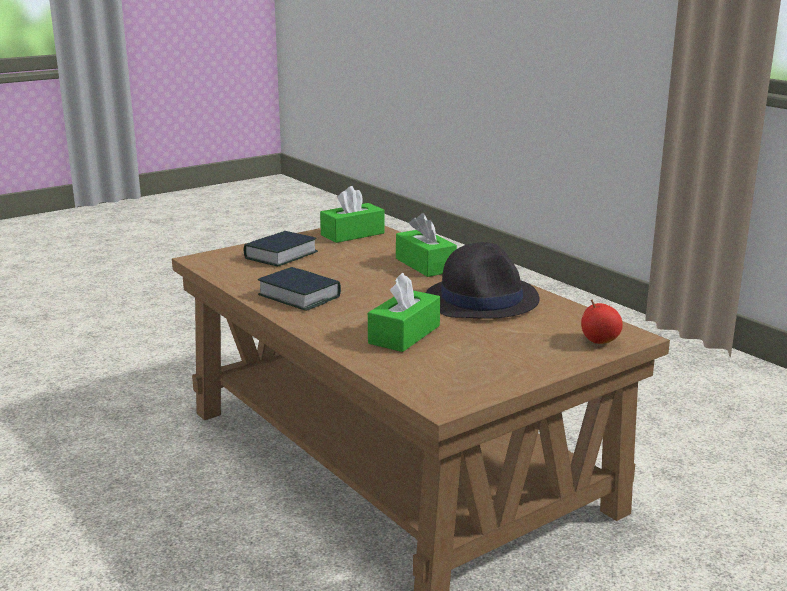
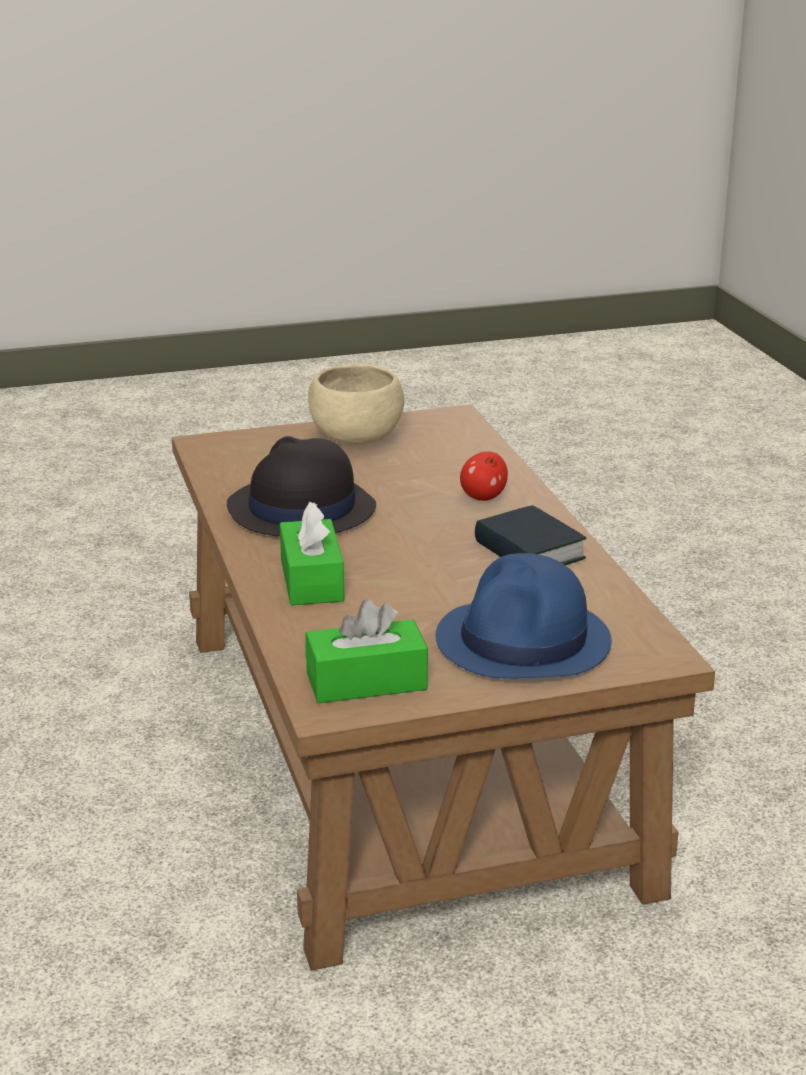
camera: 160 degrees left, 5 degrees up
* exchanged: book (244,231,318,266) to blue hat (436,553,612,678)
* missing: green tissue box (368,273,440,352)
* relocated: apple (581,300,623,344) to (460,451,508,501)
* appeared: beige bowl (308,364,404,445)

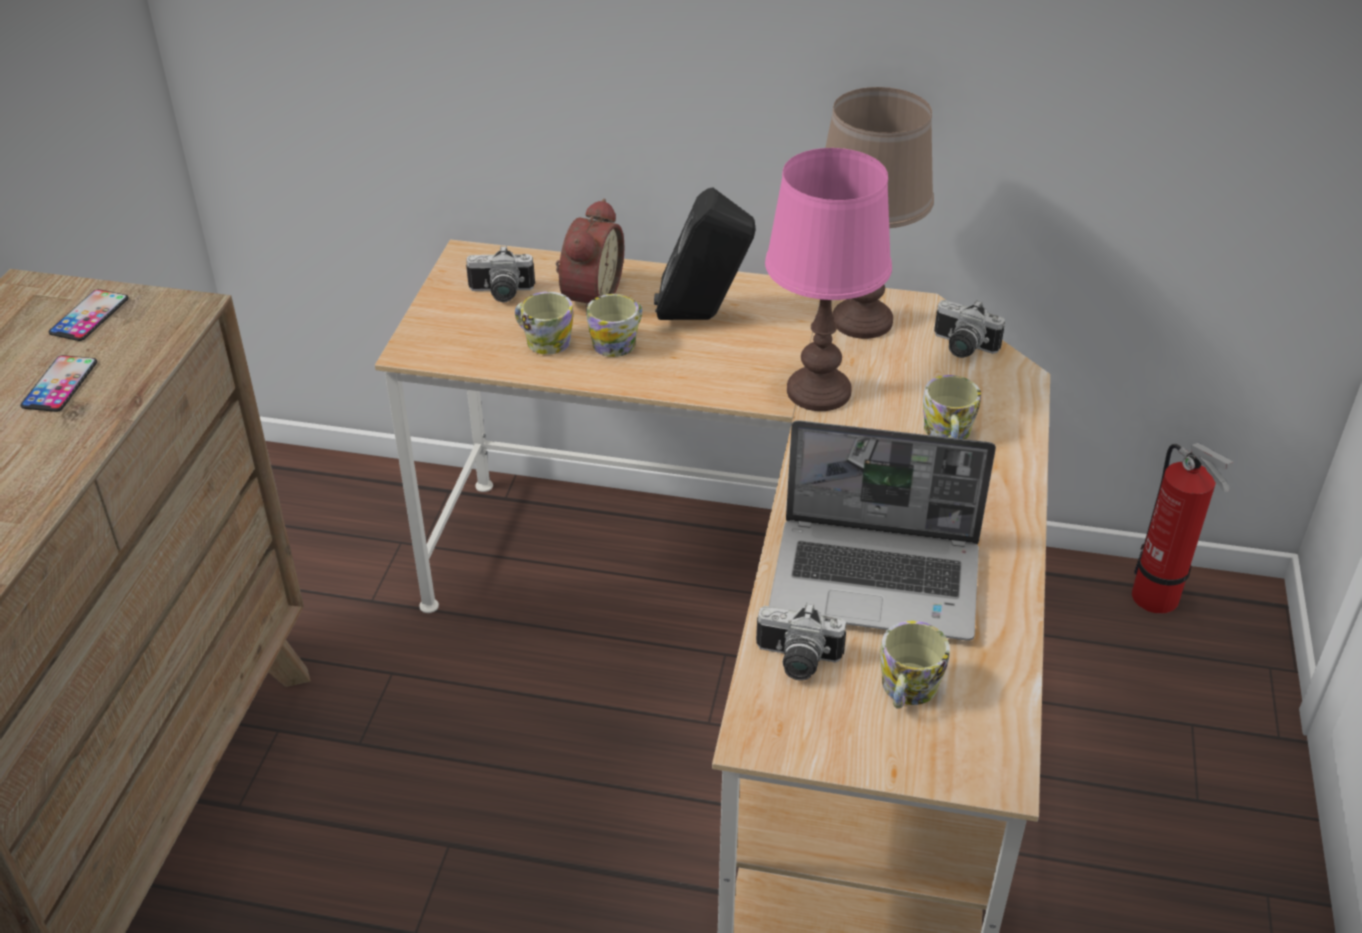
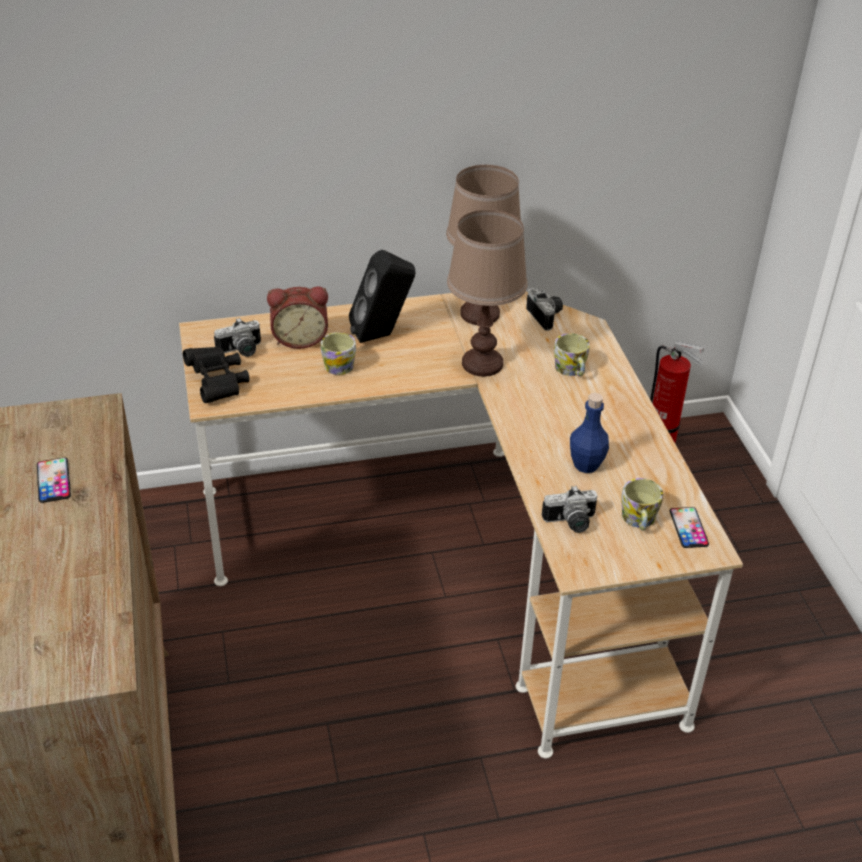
camera: 25 degrees left, 0 degrees up
* colour: pink table lamp (765,148,892,411) to brown table lamp (447,209,527,377)
* spun: alarm clock (556,199,624,315) = (267,287,328,349) 90 degrees clockwise
* relocated: phone (49,289,129,341) to (670,507,709,548)
* missing: mug (515,292,573,355)
* spun: photo camera (934,300,1005,358) = (526,288,563,331) 120 degrees counterclockwise
* exchanged: laptop (769,420,996,641) to blue bottle (570,393,609,473)
* appeared: black binoculars (183,346,250,403)

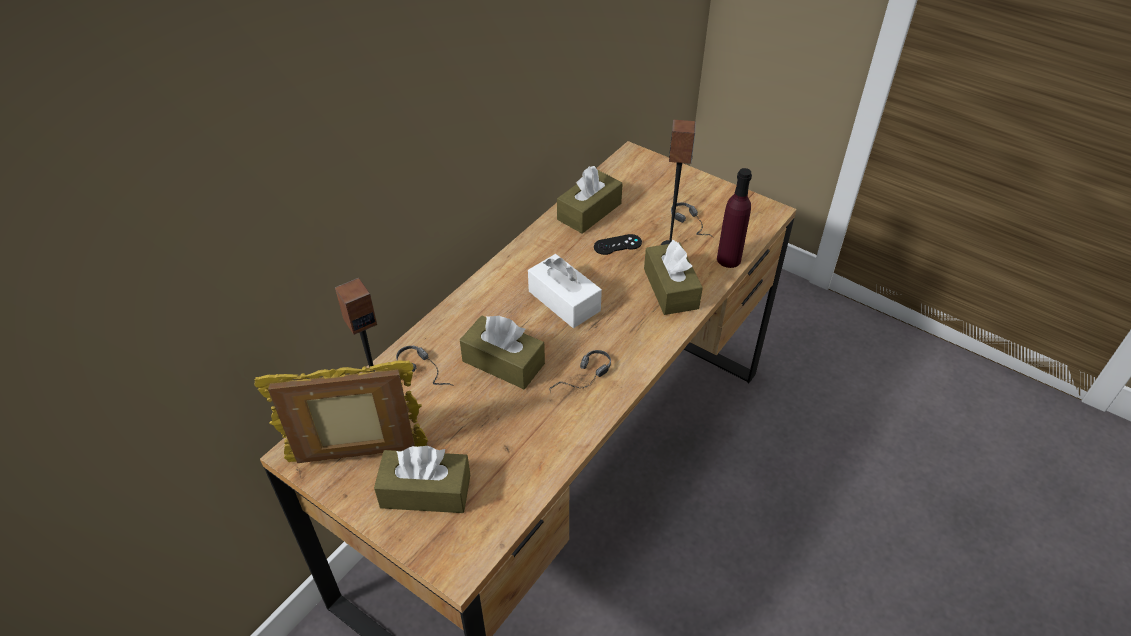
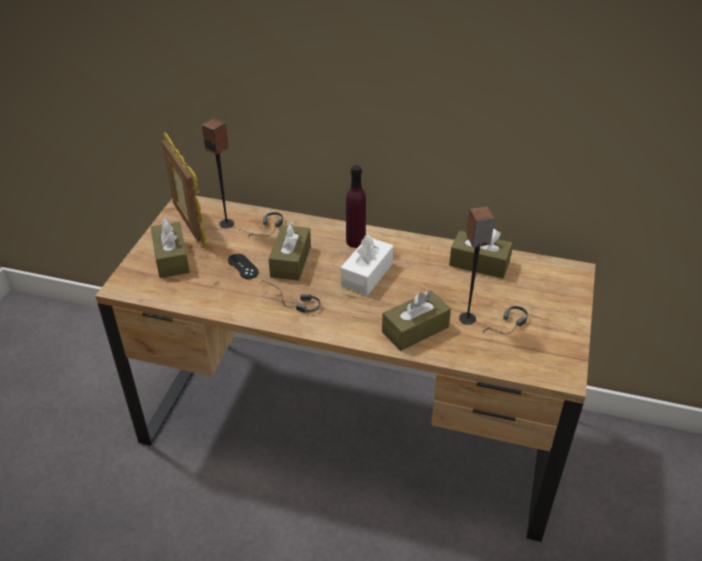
camera: 70 degrees right, 5 degrees down
* relocated: purple bottle (717,168,752,268) to (346,165,366,248)
* relocated: black game controller (594,234,642,255) to (228,254,259,279)

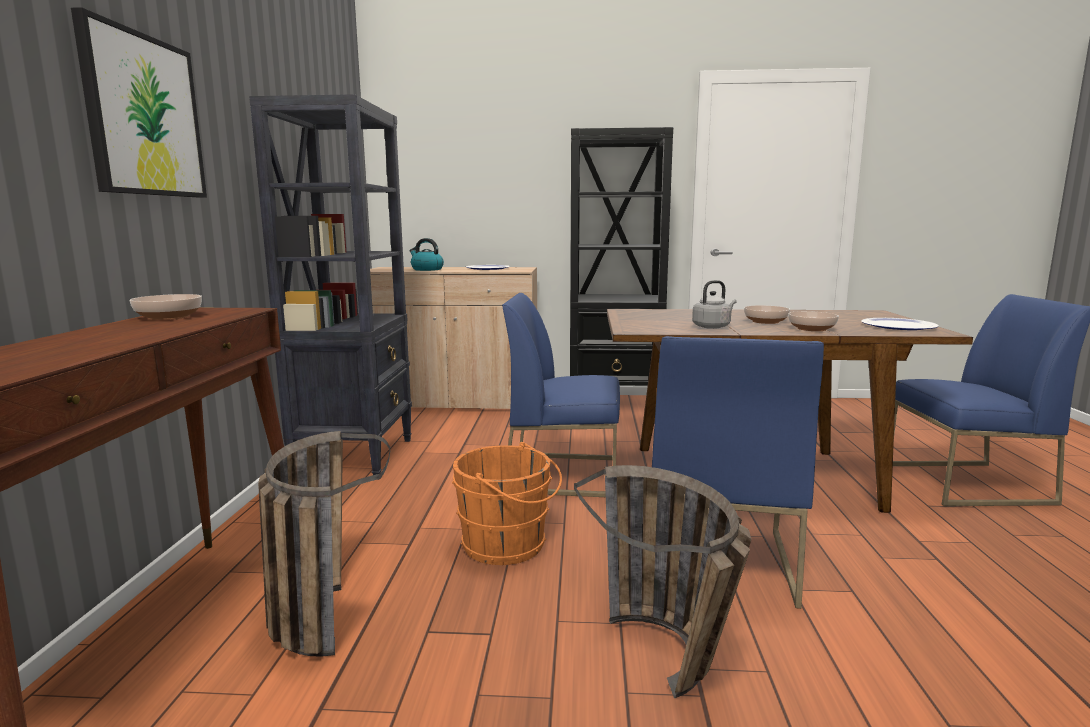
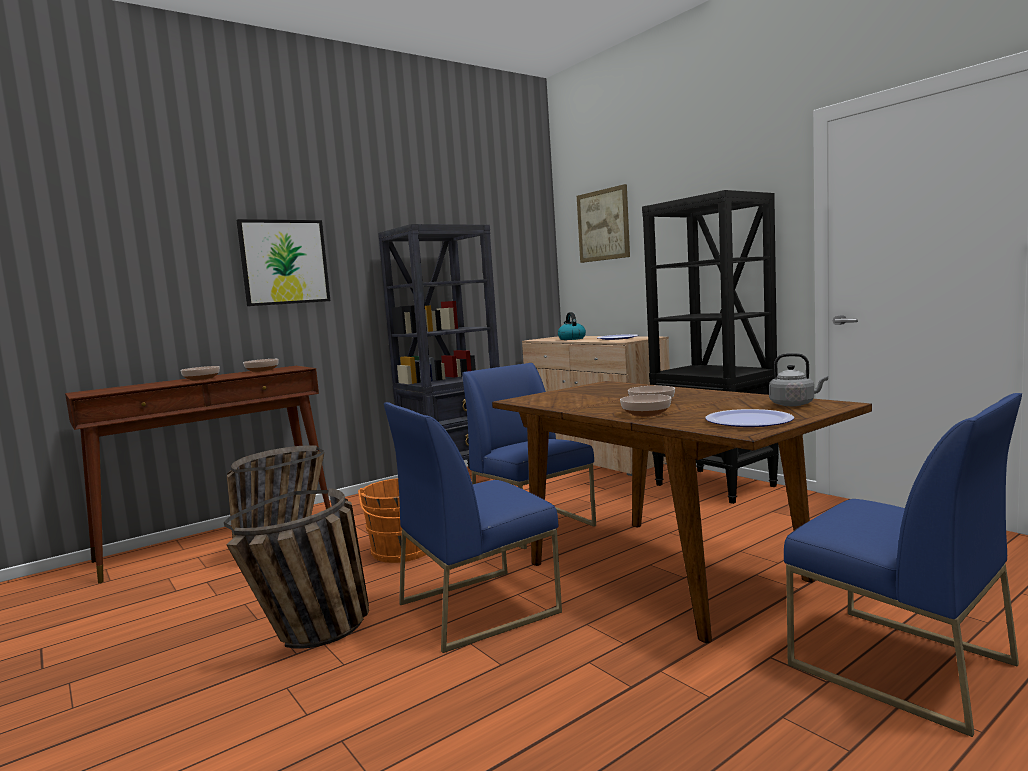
camera: 50 degrees right, 5 degrees down
* relocated: grey kettle (692,280,737,329) to (769,353,828,406)
* appeared: picture (577,184,630,263)
* appeared: bowl (181,366,220,381)

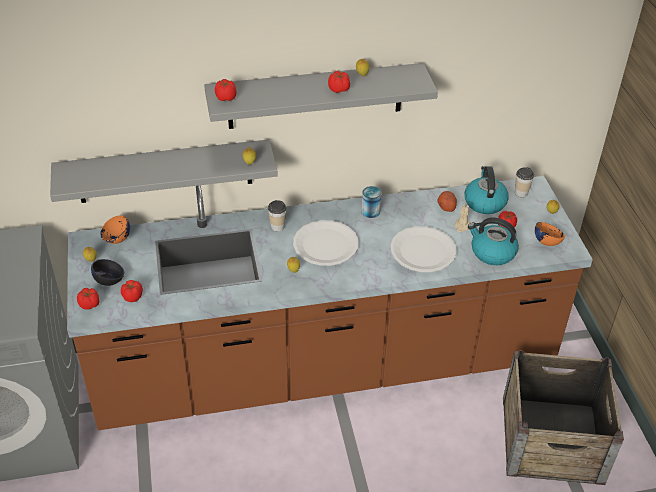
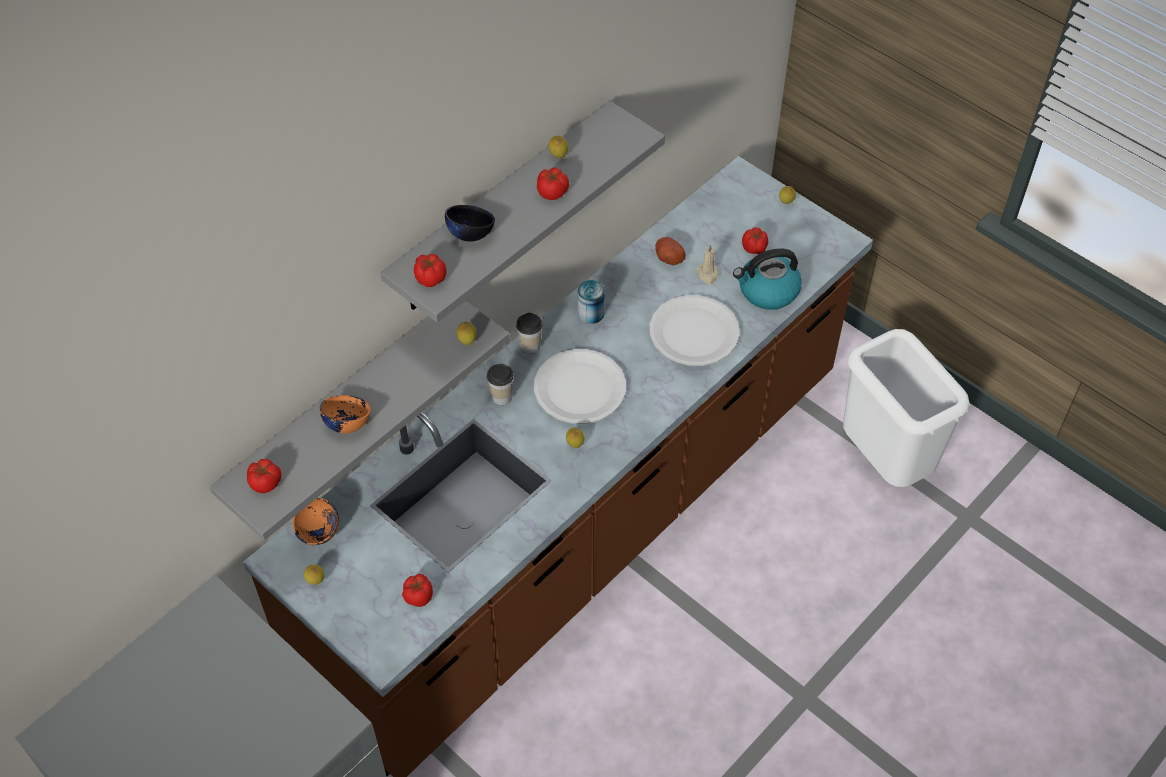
camera: 35 degrees left, 10 degrees up
* missing: kettle (465,166,509,214)
* relocated: cup (515,167,534,197) to (516,313,542,354)
* relocated: orange bowl (535,222,565,246) to (320,395,371,433)
* relocated: black bowl (91,259,124,286) to (445,205,495,242)
* relocated: tomato (77,288,99,310) to (247,459,282,493)
* exchanged: crate (503,350,624,485) to white trash can (843,329,970,487)

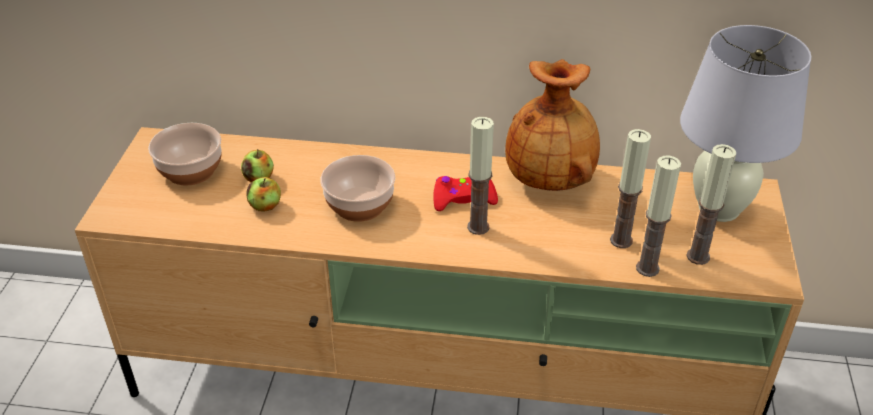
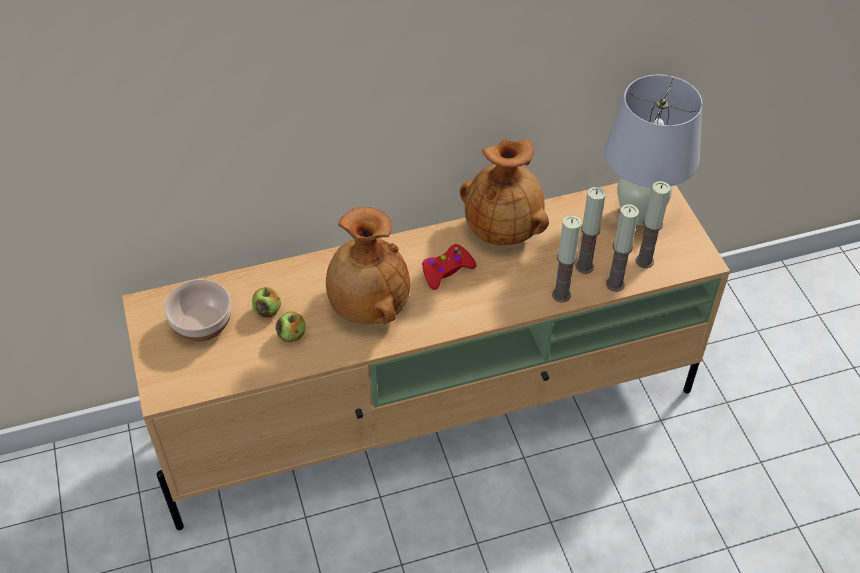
camera: 25 degrees left, 10 degrees up
* relocated: candle (467,117,494,235) to (552,215,581,303)
* exchanged: bowl (320,155,395,222) to brown vase (326,207,410,324)

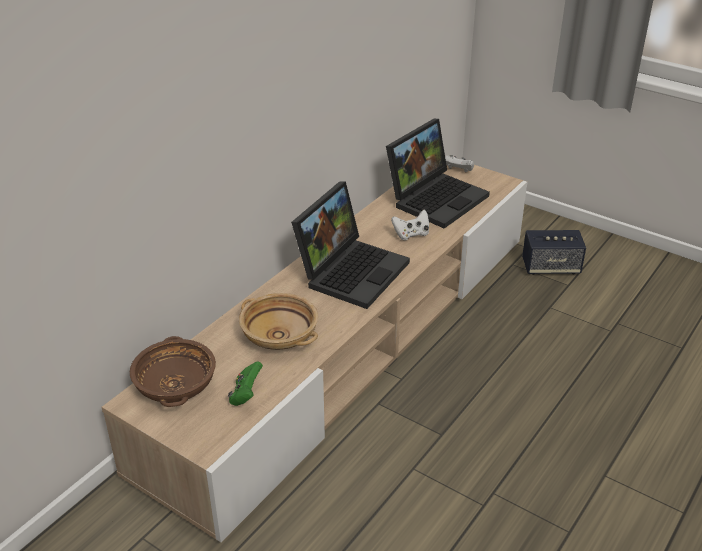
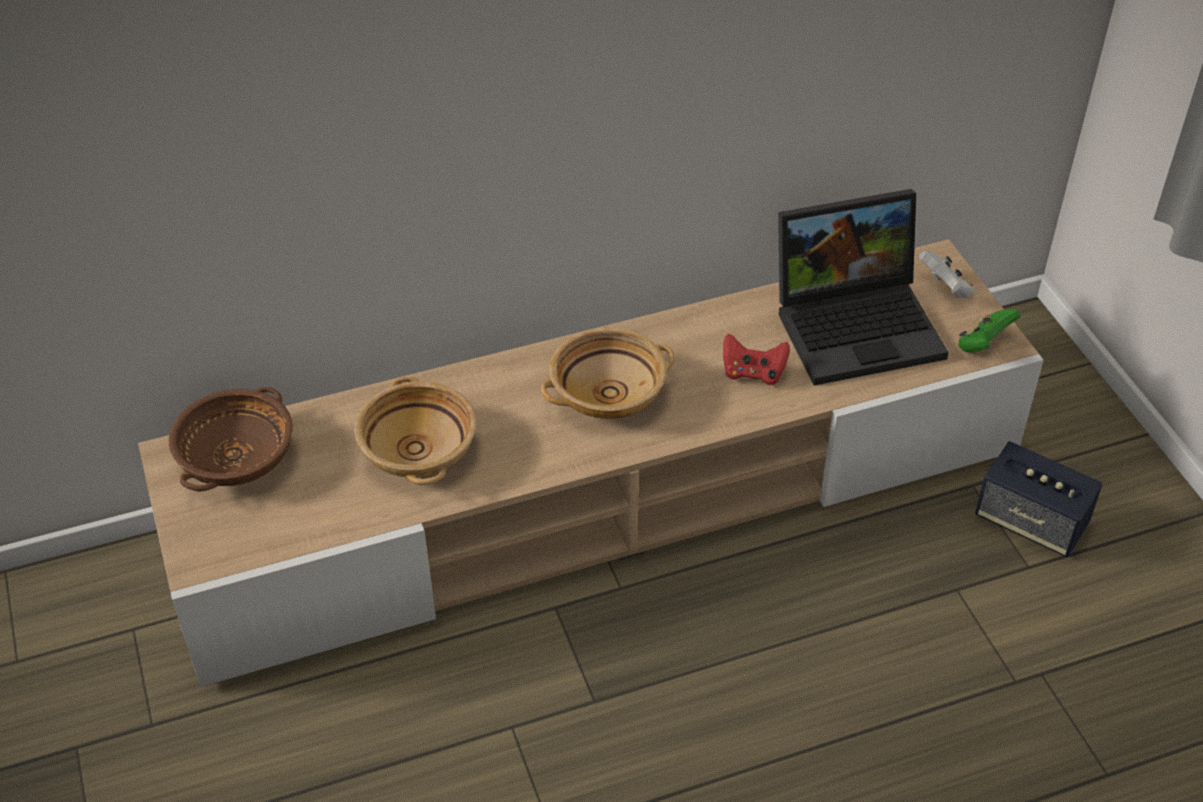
camera: 35 degrees right, 10 degrees up
* exchanged: laptop (291,181,410,309) to beige bowl (541,328,675,419)
* colour: white game controller (391,210,429,241) to red game controller (723,333,790,385)
* relocated: green game controller (228,362,263,406) to (958,309,1020,353)

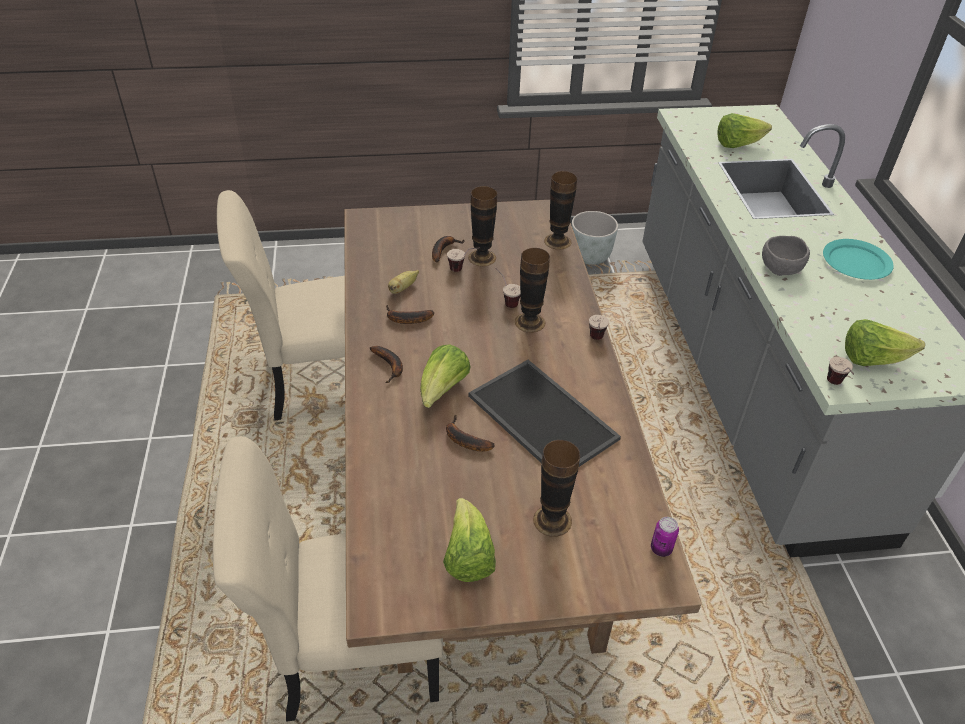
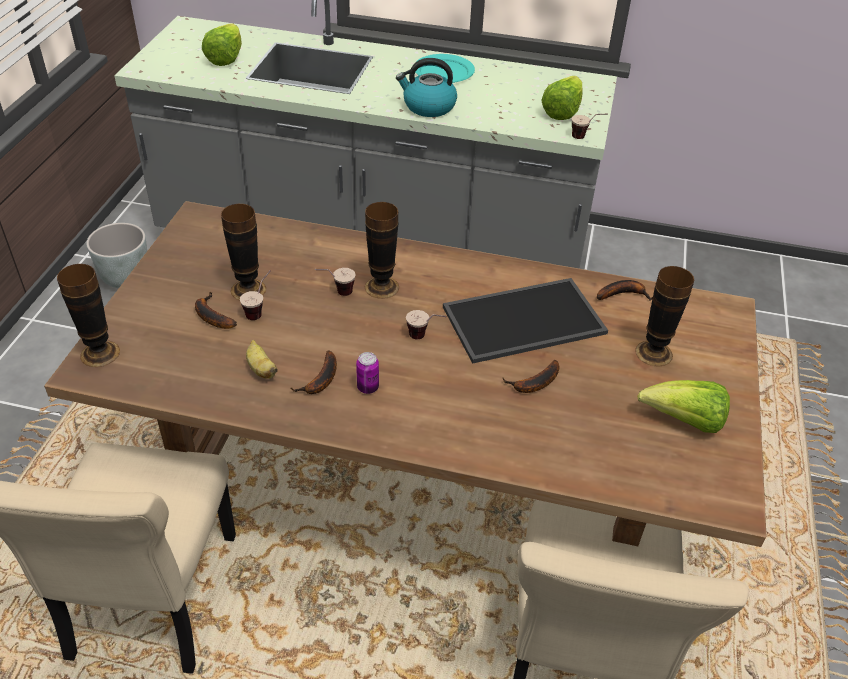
camera: 70 degrees left, 0 degrees up
* relocated: vase (544,171,577,250) to (57,264,120,367)
* exchanged: grey bowl (762,236,810,276) to kettle (396,58,457,117)
* relocated: cup (589,315,609,340) to (406,310,446,339)
* missing: lettuce (420,344,470,408)
* relocated: banana (370,346,403,383) to (597,280,653,301)
* relocated: can (651,517,679,557) to (356,352,379,394)

